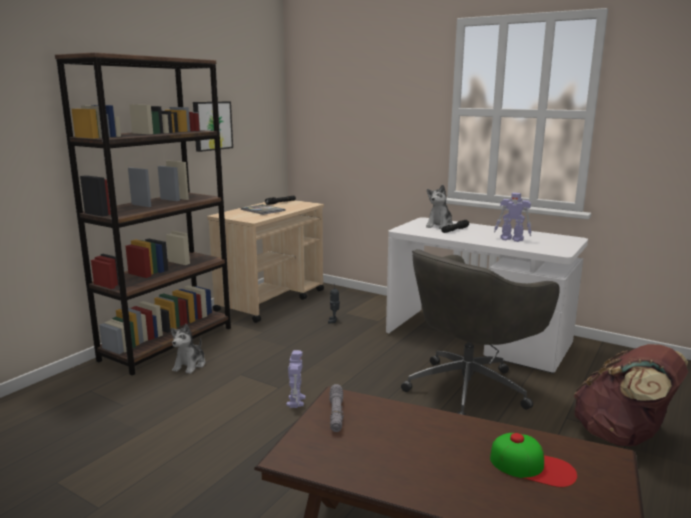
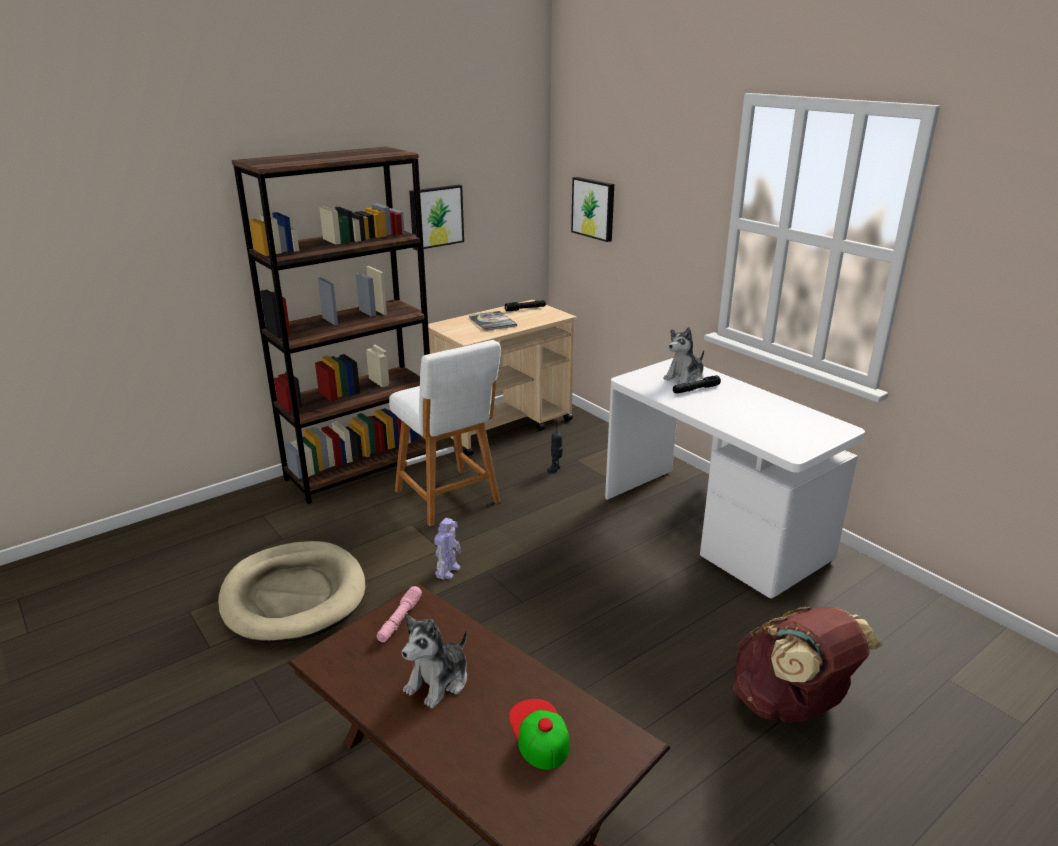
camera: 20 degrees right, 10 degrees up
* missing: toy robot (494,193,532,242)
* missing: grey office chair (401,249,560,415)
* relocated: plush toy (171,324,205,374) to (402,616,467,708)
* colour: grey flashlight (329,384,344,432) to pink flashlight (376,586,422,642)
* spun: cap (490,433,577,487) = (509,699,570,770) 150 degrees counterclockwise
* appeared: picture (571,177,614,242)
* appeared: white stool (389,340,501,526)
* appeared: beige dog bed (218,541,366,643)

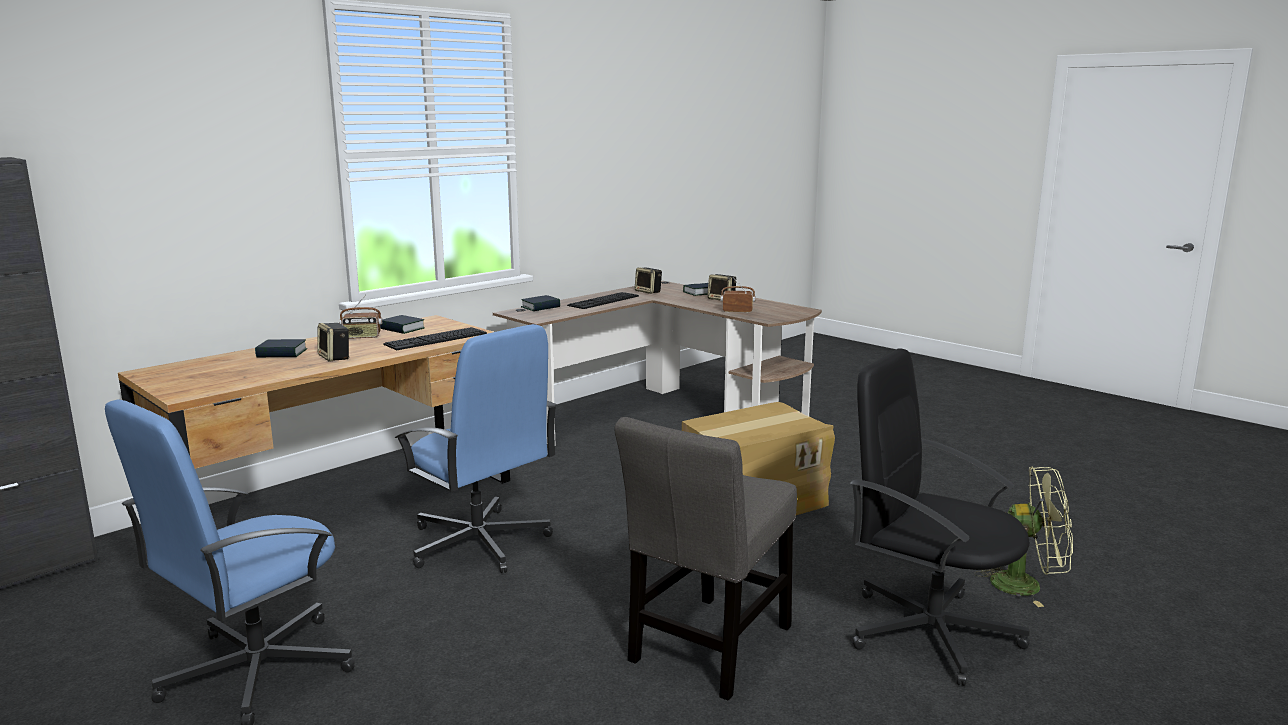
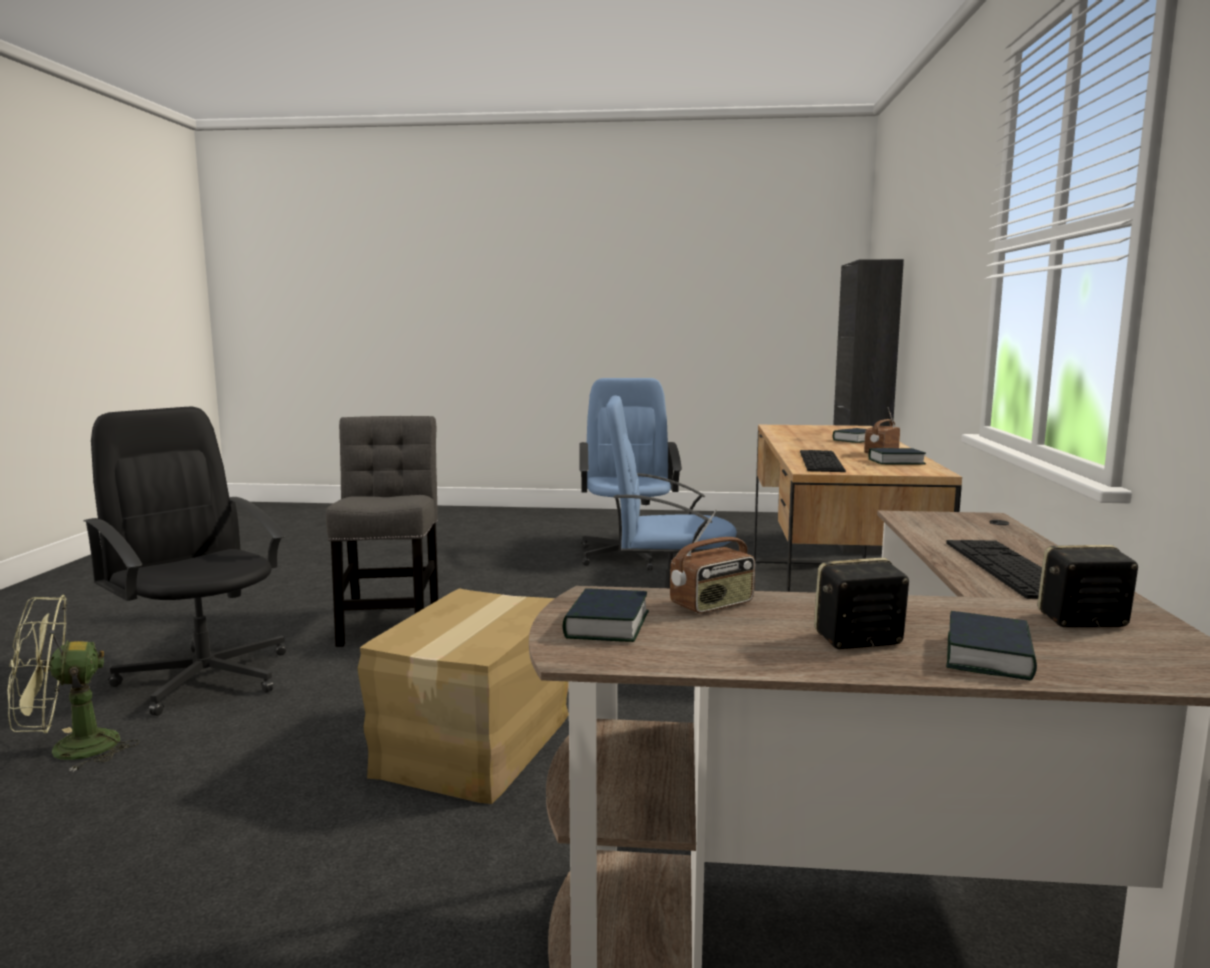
camera: 140 degrees right, 5 degrees down
* relocated: book (521,295,560,311) to (563,588,649,642)
* missing: speaker (317,323,349,362)
* spun: black office chair (851,348,1030,686) = (83,406,286,716) 135 degrees counterclockwise

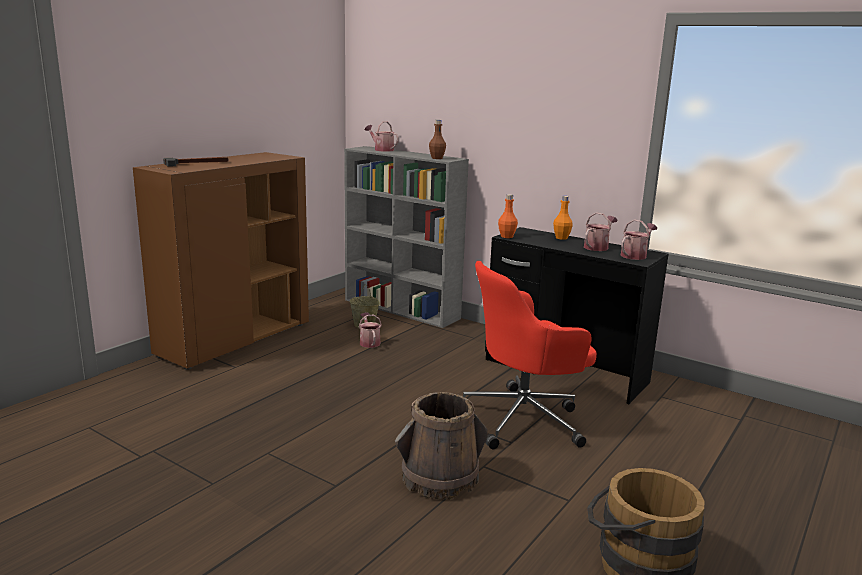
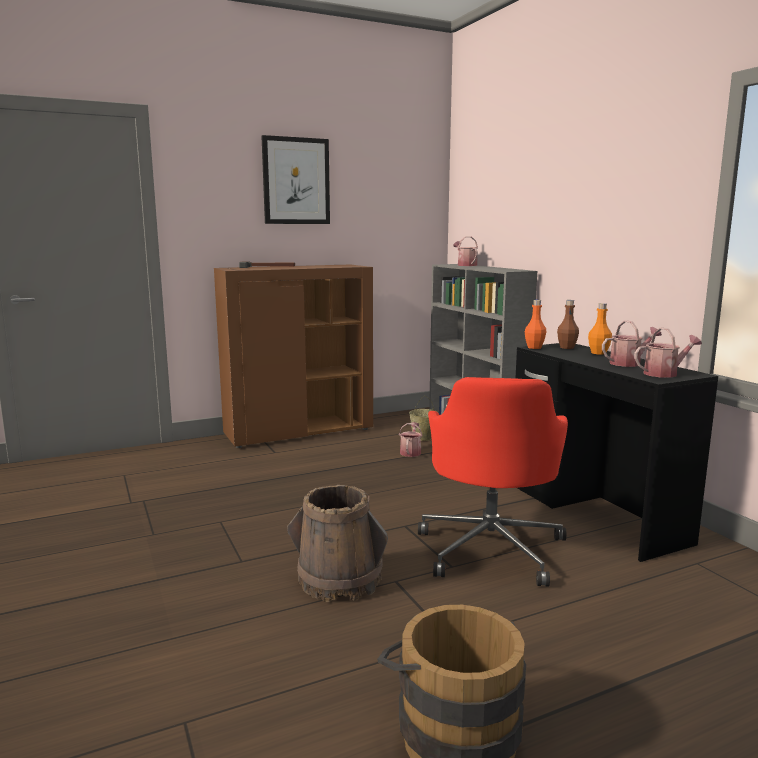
camera: 30 degrees right, 5 degrees down
* relocated: brown bottle (429,120,446,159) to (557,300,579,349)
* spun: red office chair (463,261,597,449) = (418,377,568,587) 90 degrees counterclockwise
* appeared: picture (261,135,330,224)

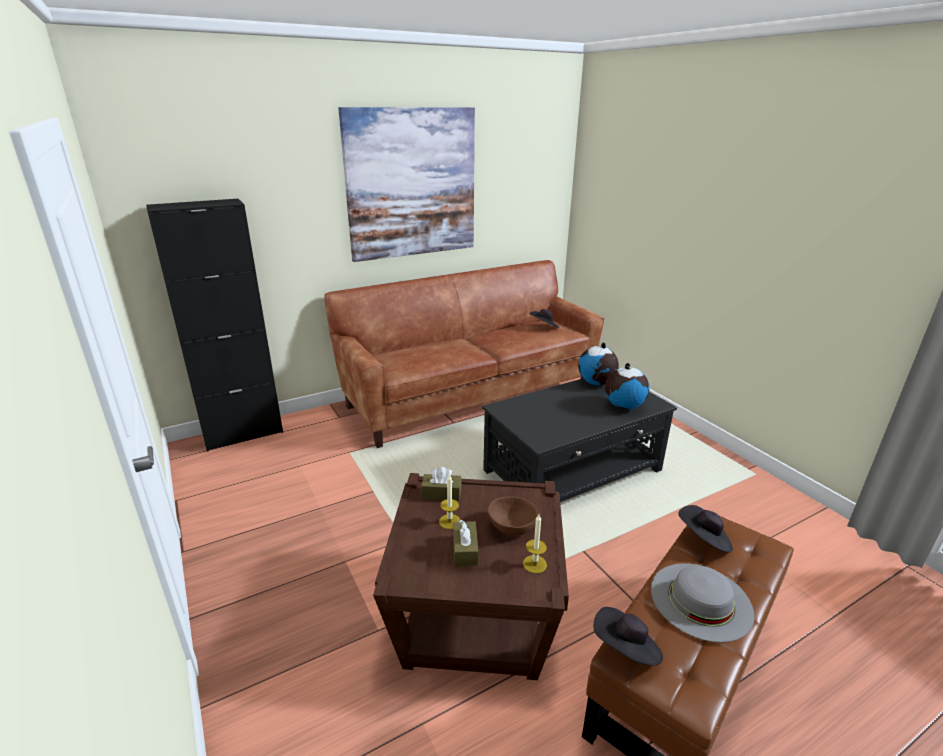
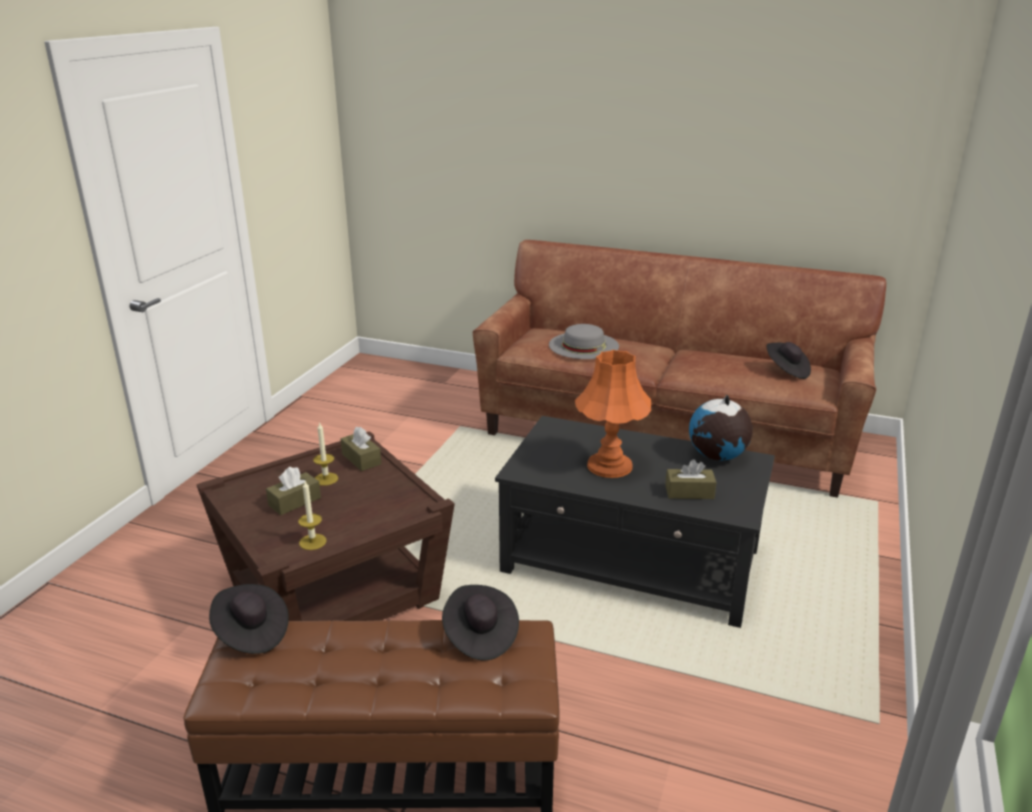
camera: 50 degrees right, 0 degrees up
* missing: picture (338,107,475,262)
* missing: black cabinet (146,199,283,451)
* exchanged: globe (605,363,650,410) to brown tissue box (665,459,716,499)
* missing: brown bowl (488,496,538,535)
* relocated: grey hat (651,563,754,642) to (549,324,619,359)
* appeared: orange table lamp (575,350,651,478)

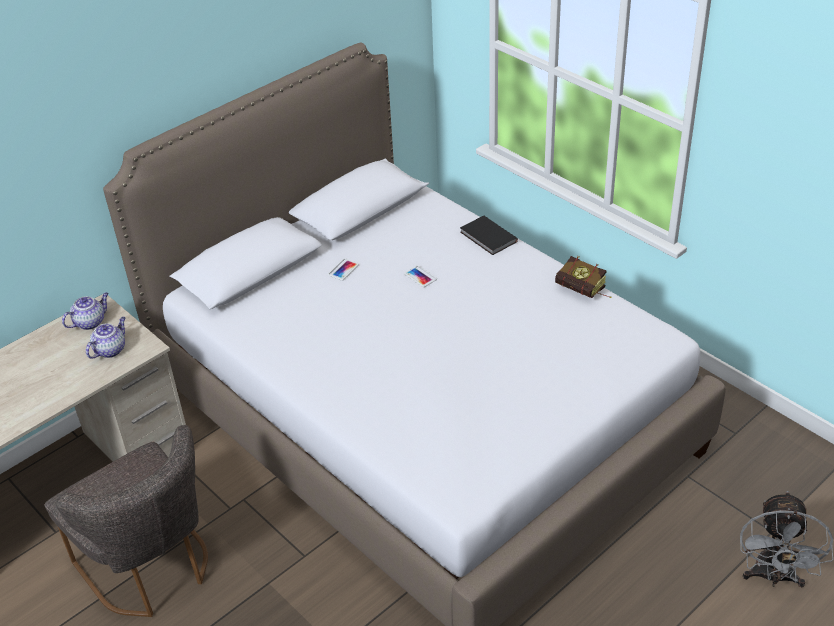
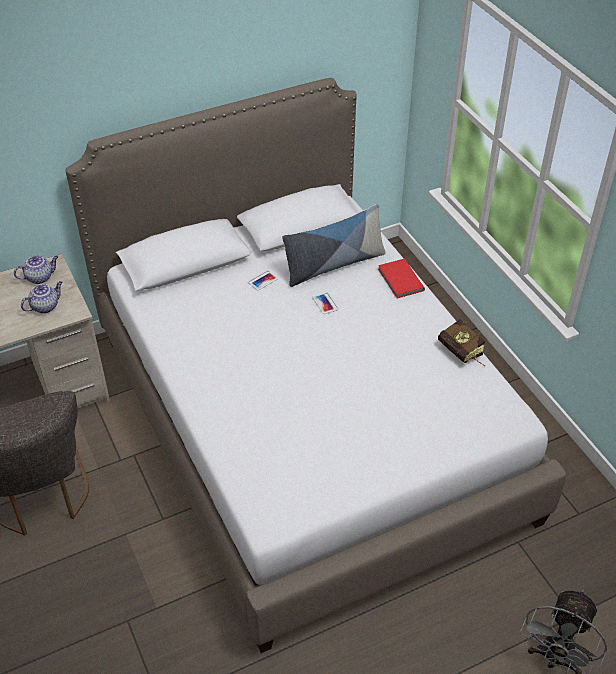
camera: 15 degrees right, 5 degrees up
* colour: black book (460,215,518,255) to red book (378,259,425,299)
* appeared: pillow (282,204,386,287)

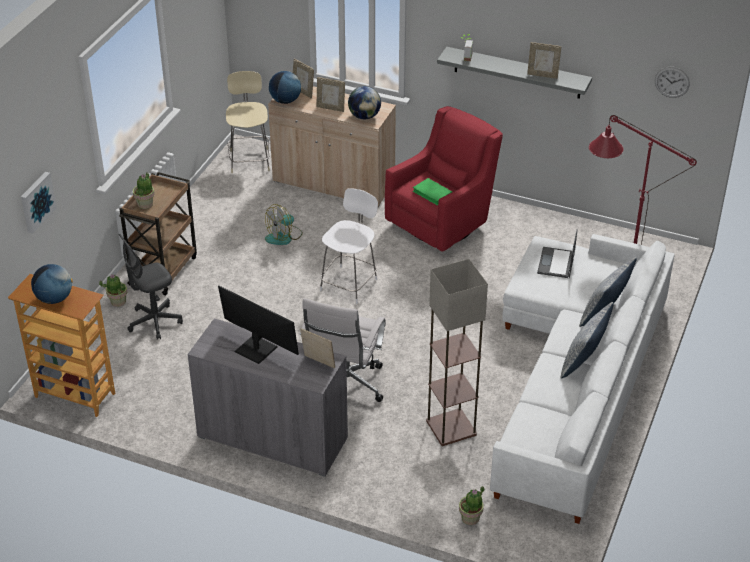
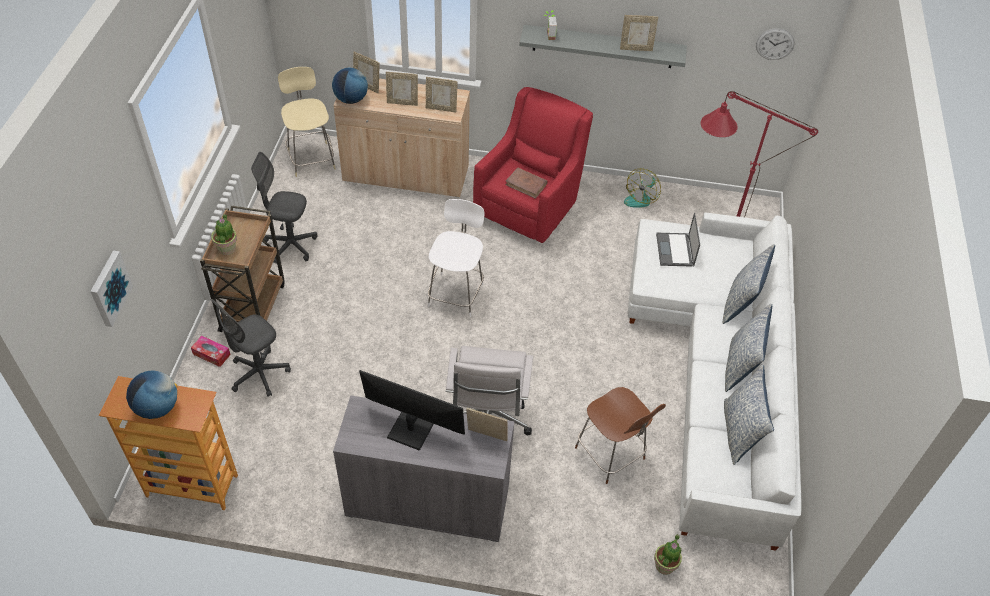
camera: 15 degrees left, 10 degrees up
* exchanged: globe (348,86,381,119) to picture frame (426,77,458,113)
* colour: green book (413,178,452,206) to brown book (505,167,548,199)
* relocated: fan (265,204,303,245) to (624,168,661,208)
* exchanged: floor lamp (426,259,488,446) to brown chair (575,387,666,484)
* exchanged: potted plant (99,274,127,307) to tissue box (191,336,231,367)
* appeared: grey office chair (251,152,318,264)
* appeared: pillow (724,365,774,465)

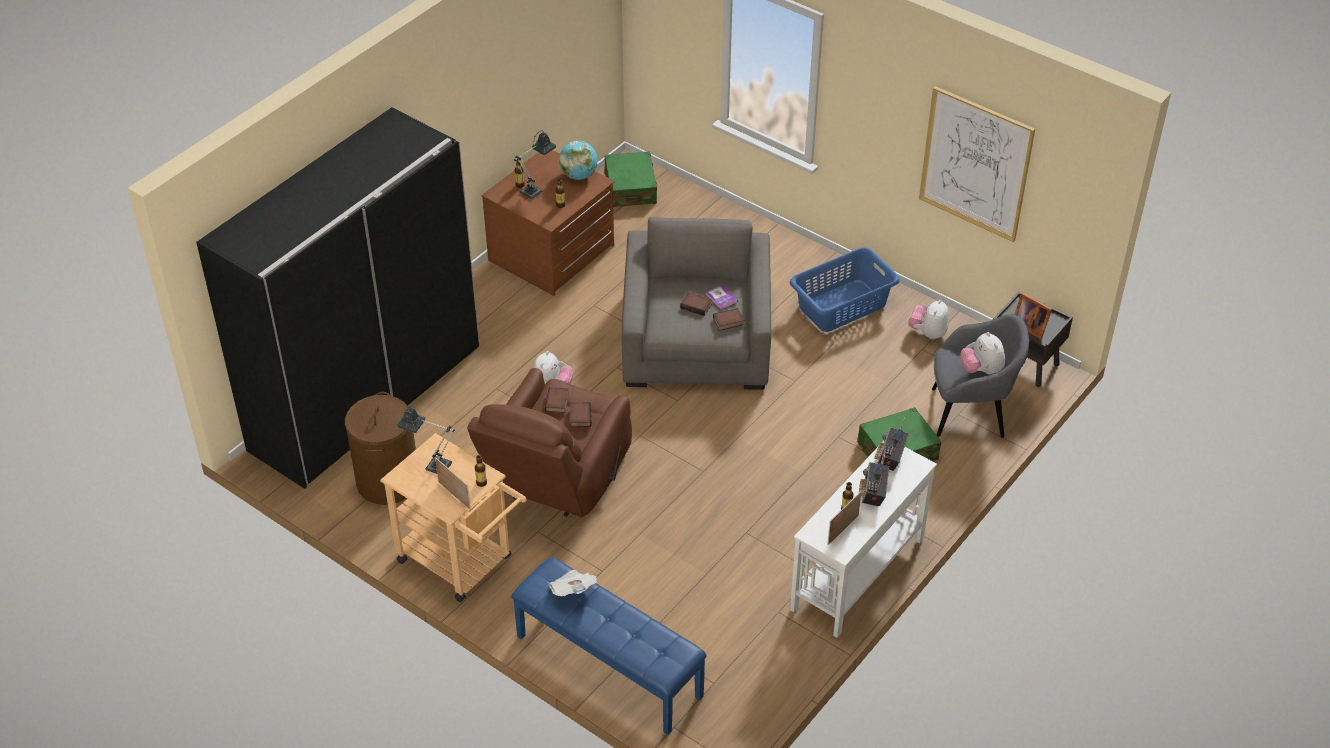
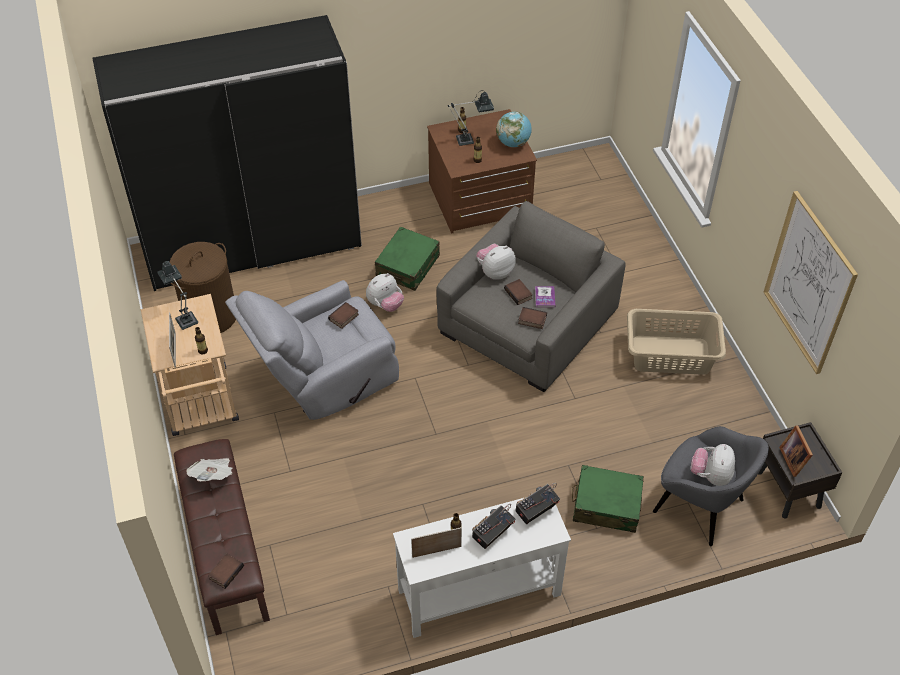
camera: 35 degrees right, 5 degrees up
* relocated: green suitcase (604,151,657,207) to (375,227,440,291)
* colour: blue laundry basket (790,247,900,332) to beige laundry basket (627,309,726,375)
* relocated: plush toy (908,300,949,339) to (476,244,516,279)
* colour: brown armchair (467,368,632,517) to grey armchair (225,280,399,420)
* relocated: book (570,402,592,427) to (208,553,244,589)
* colour: blue bench (511,557,706,735) to brown bench (174,439,270,635)

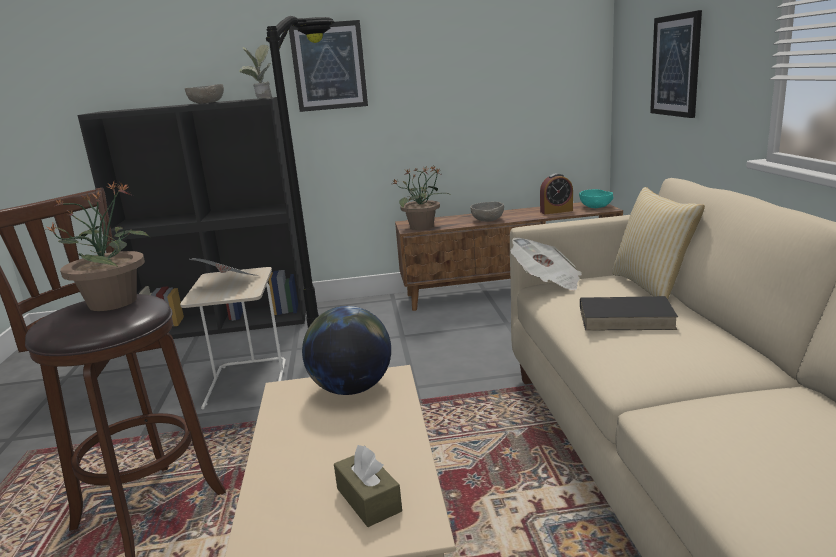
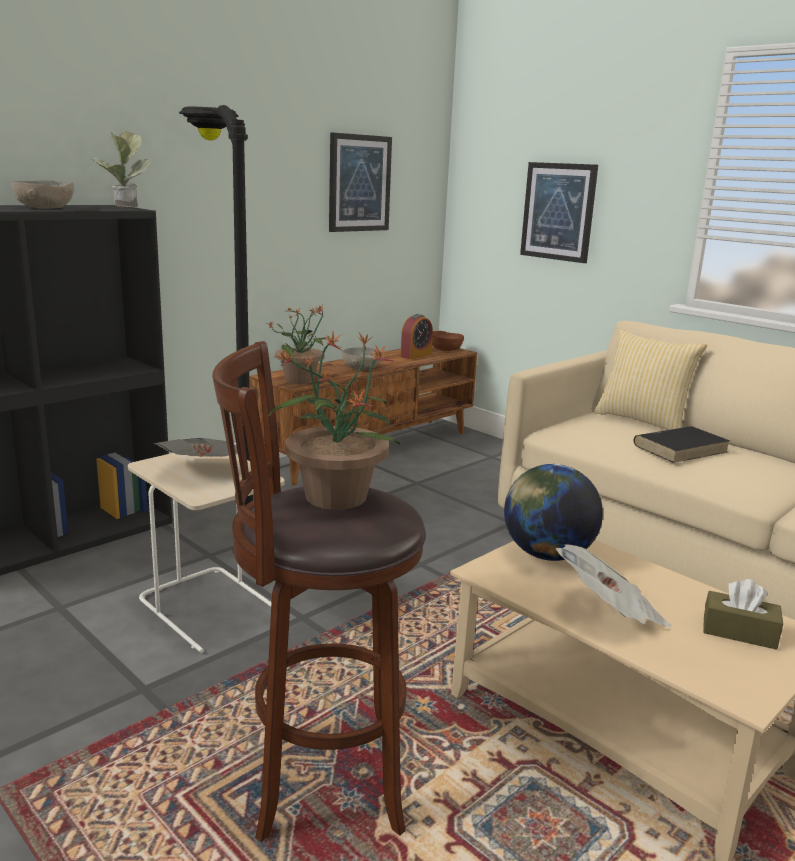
camera: 40 degrees left, 0 degrees up
* relocated: picture (289,20,368,112) to (329,132,392,232)
* colour: turquoise bowl (579,189,613,208) to brown bowl (432,331,464,351)
* relocated: newspaper (511,237,582,291) to (556,544,672,627)

